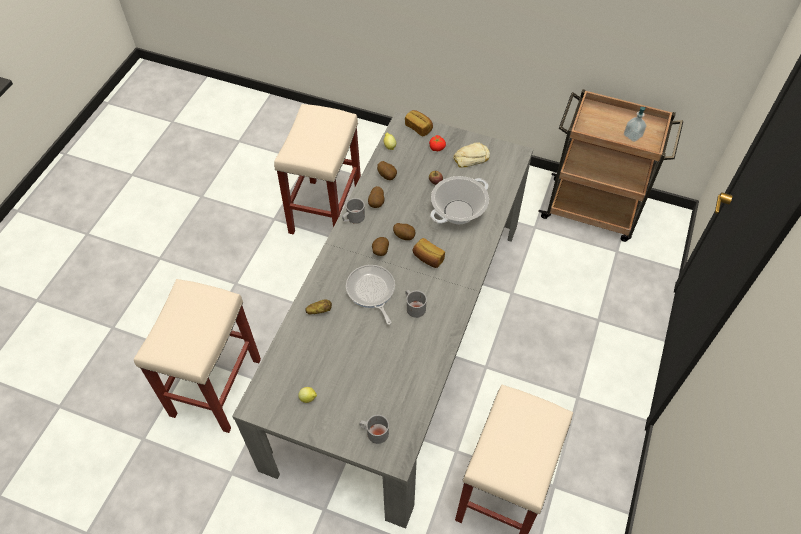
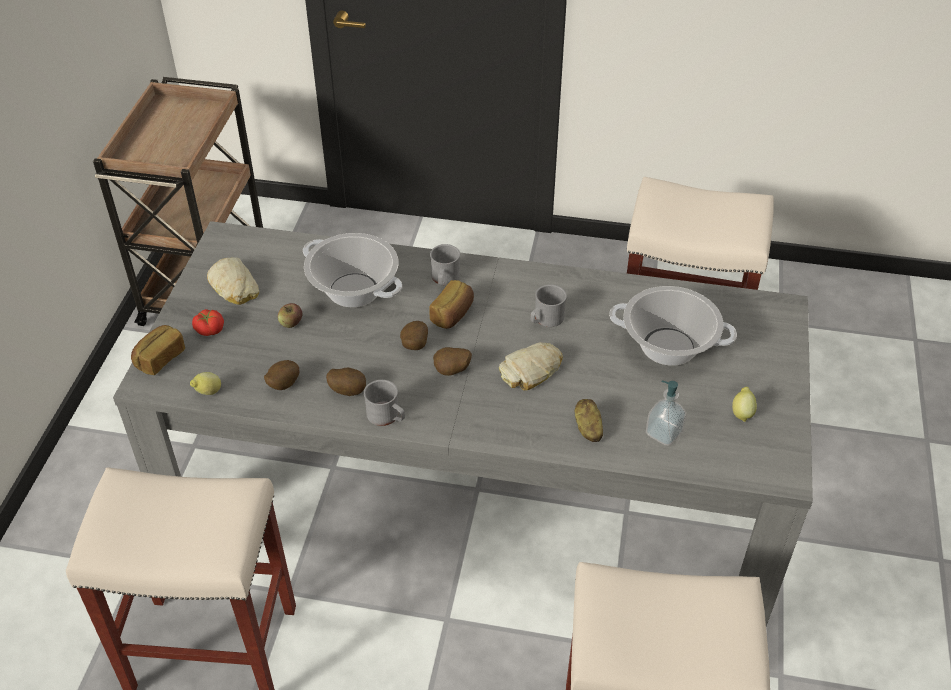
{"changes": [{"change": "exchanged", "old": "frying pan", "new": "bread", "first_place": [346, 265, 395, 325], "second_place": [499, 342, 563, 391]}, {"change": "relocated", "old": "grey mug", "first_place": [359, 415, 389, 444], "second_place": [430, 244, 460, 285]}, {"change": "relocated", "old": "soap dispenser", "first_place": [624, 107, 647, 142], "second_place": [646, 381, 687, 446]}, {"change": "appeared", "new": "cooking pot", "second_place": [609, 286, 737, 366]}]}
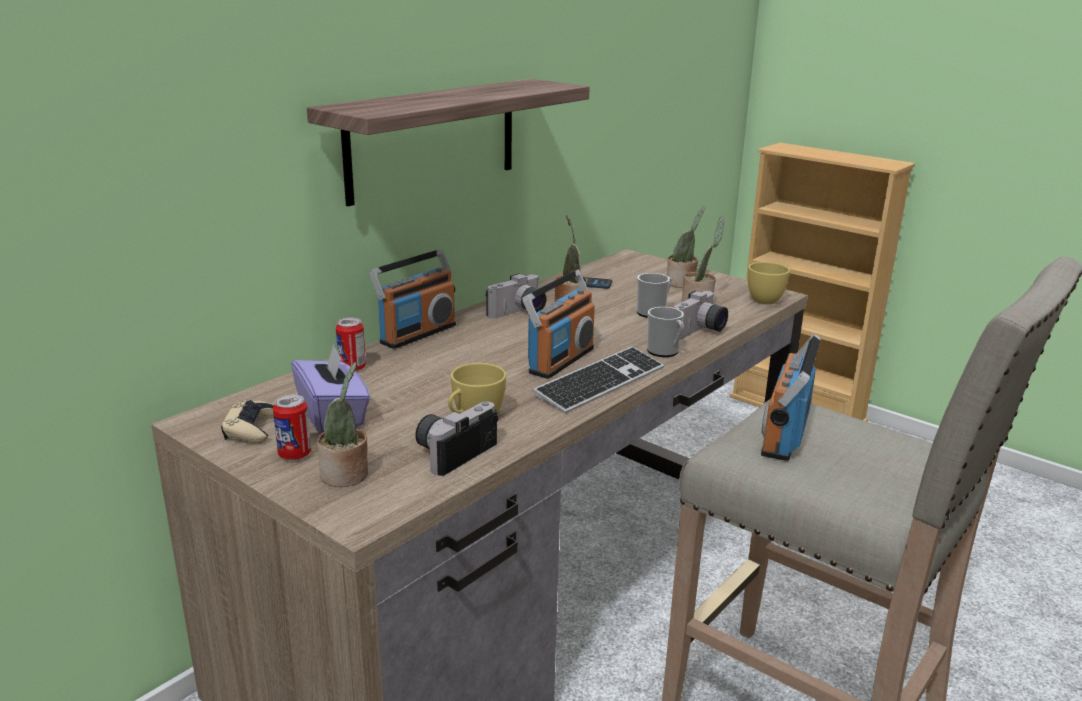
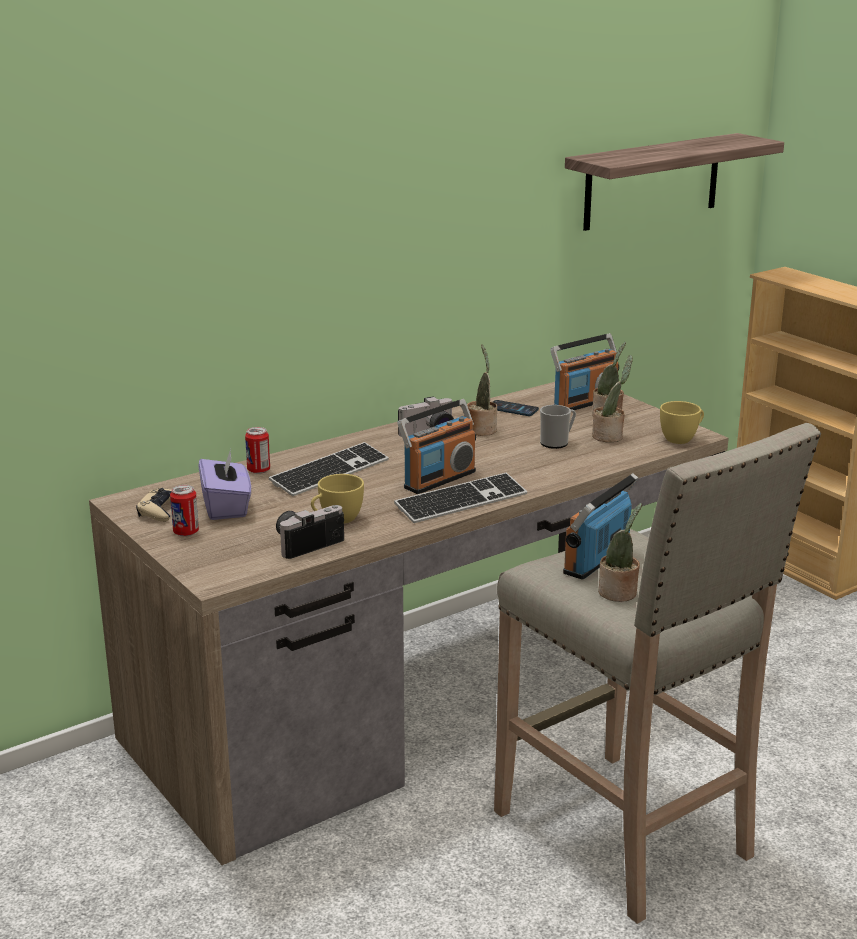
{"changes": [{"change": "relocated", "old": "shelf", "first_place": [307, 79, 590, 206], "second_place": [565, 133, 784, 231]}, {"change": "relocated", "old": "potted plant", "first_place": [317, 362, 368, 487], "second_place": [598, 503, 642, 602]}, {"change": "relocated", "old": "radio", "first_place": [369, 249, 456, 349], "second_place": [550, 333, 619, 410]}, {"change": "missing", "old": "mug", "first_place": [647, 307, 684, 357]}, {"change": "missing", "old": "photo camera", "first_place": [674, 291, 728, 339]}, {"change": "appeared", "new": "keyboard", "second_place": [269, 442, 389, 496]}]}
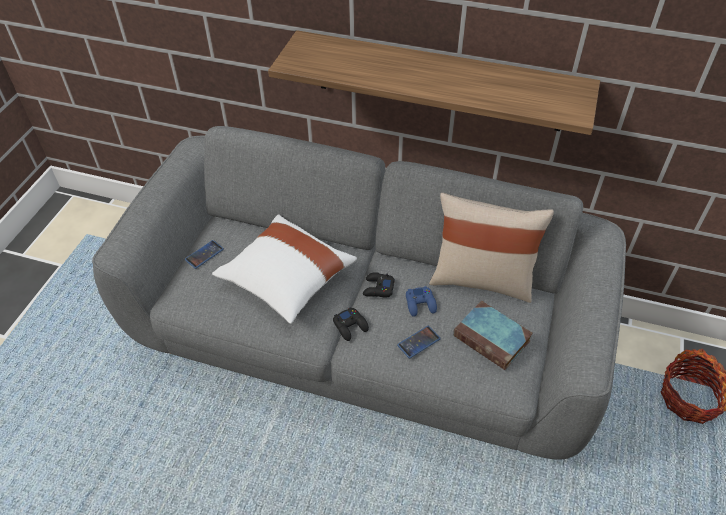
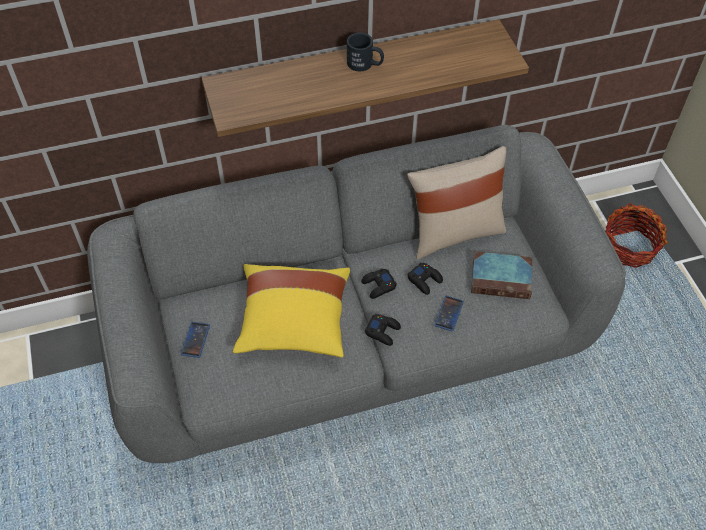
{"changes": [{"change": "colour", "old": "white pillow", "new": "yellow pillow", "first_place": [212, 214, 357, 324], "second_place": [233, 264, 350, 358]}, {"change": "colour", "old": "blue game controller", "new": "black game controller", "first_place": [406, 286, 437, 317], "second_place": [408, 263, 443, 295]}, {"change": "appeared", "new": "black mug", "second_place": [347, 33, 384, 71]}]}
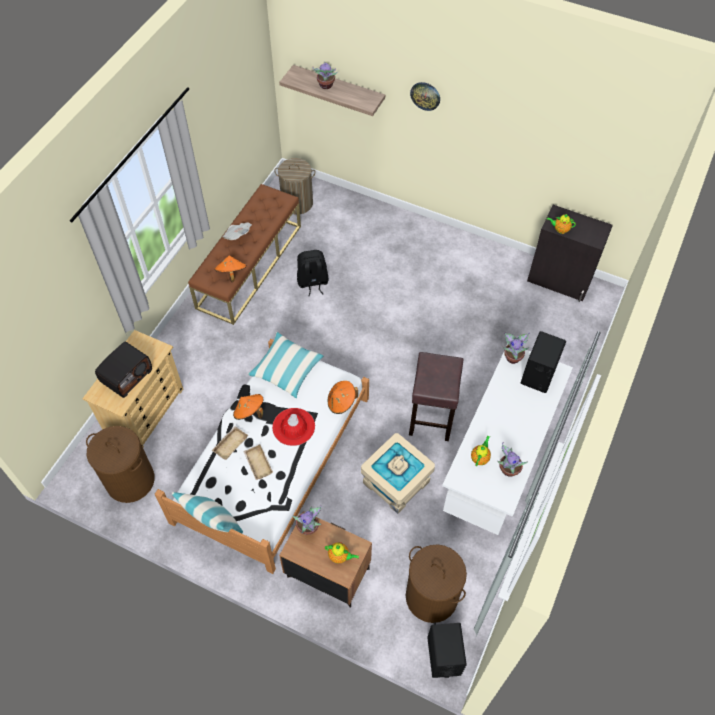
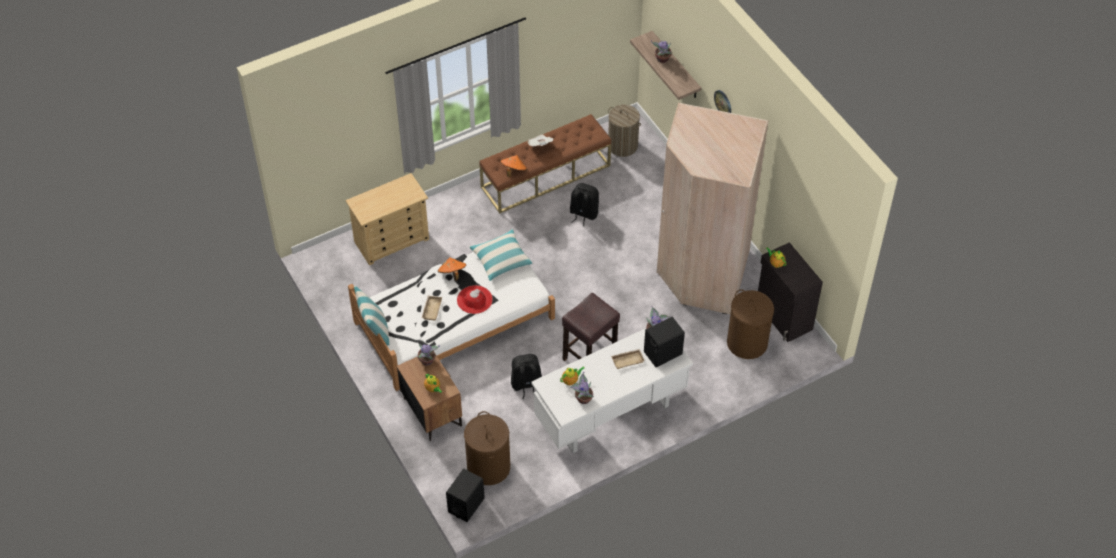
{"changes": [{"change": "relocated", "old": "brown laundry basket", "first_place": [86, 426, 155, 503], "second_place": [727, 289, 774, 359]}, {"change": "missing", "old": "radio", "first_place": [95, 341, 152, 398]}, {"change": "relocated", "old": "beige tray", "first_place": [212, 426, 248, 460], "second_place": [611, 349, 645, 369]}, {"change": "missing", "old": "orange hat", "first_place": [328, 381, 358, 414]}, {"change": "exchanged", "old": "beige storage box", "new": "black backpack", "first_place": [361, 433, 435, 514], "second_place": [511, 354, 542, 399]}, {"change": "appeared", "new": "beige wardrobe", "second_place": [657, 103, 768, 314]}]}
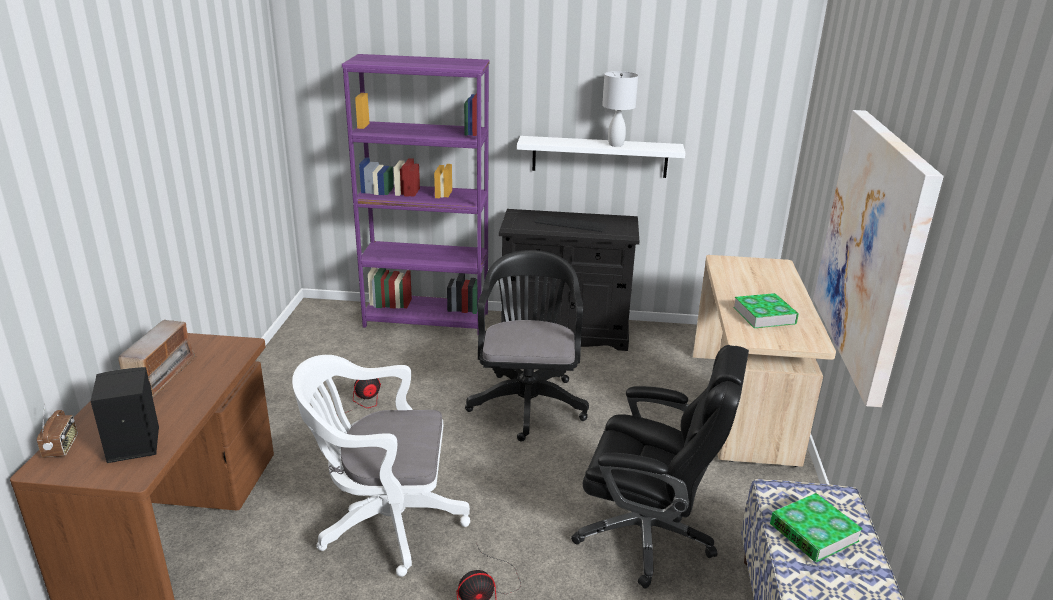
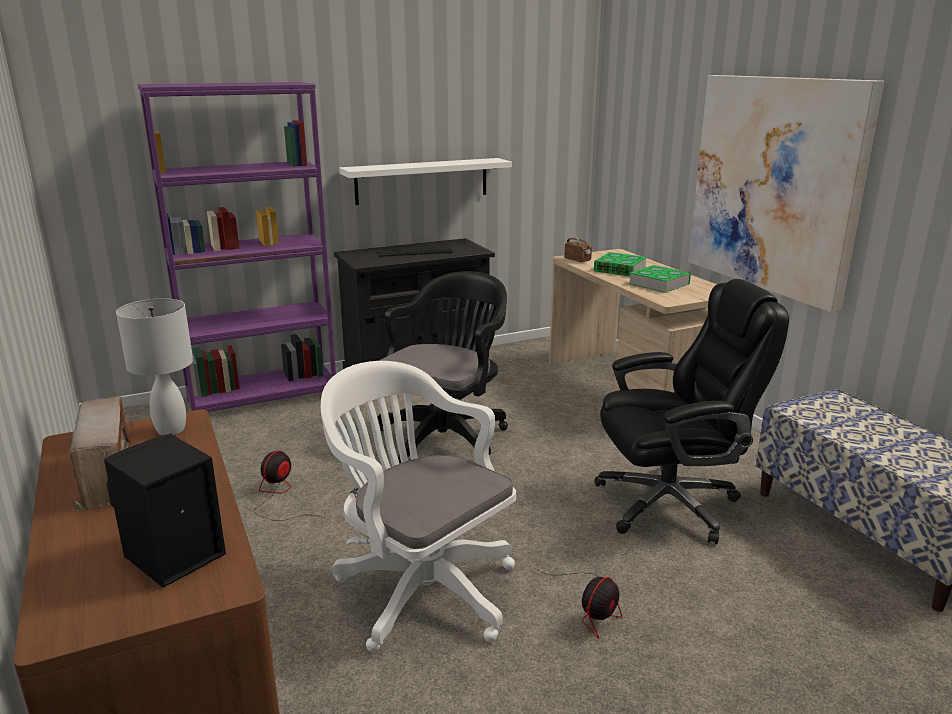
{"changes": [{"change": "relocated", "old": "radio", "first_place": [37, 403, 78, 458], "second_place": [564, 231, 592, 263]}, {"change": "spun", "old": "white office chair", "first_place": [292, 355, 470, 577], "second_place": [321, 361, 516, 652], "degrees": 75}, {"change": "spun", "old": "black office chair", "first_place": [465, 250, 589, 442], "second_place": [377, 271, 508, 464], "degrees": 60}, {"change": "relocated", "old": "white table lamp", "first_place": [602, 71, 638, 147], "second_place": [116, 299, 193, 435]}, {"change": "relocated", "old": "book", "first_place": [770, 493, 863, 563], "second_place": [594, 252, 647, 276]}]}
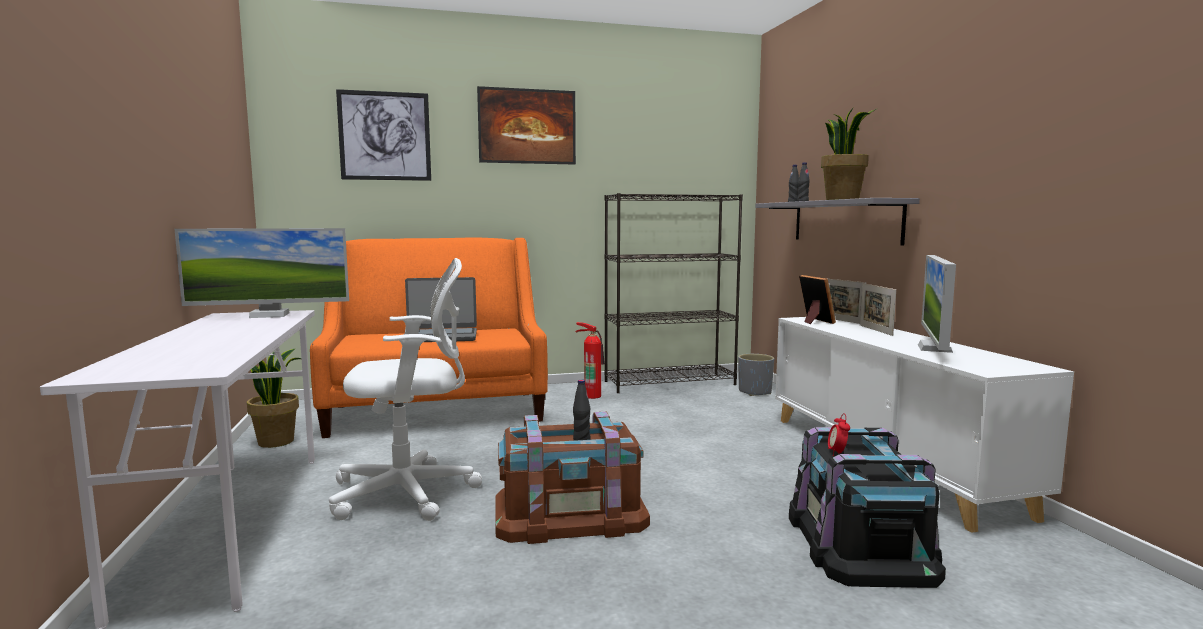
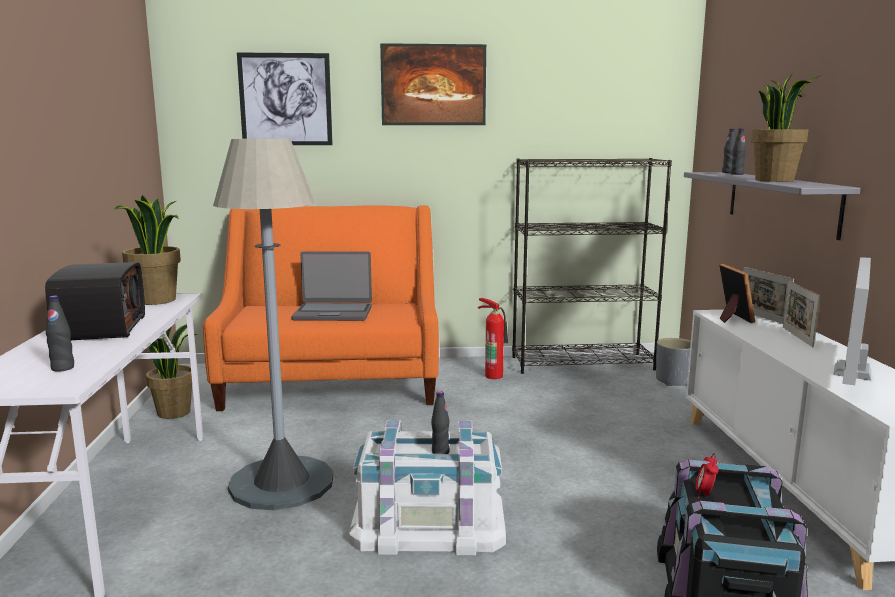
{"changes": [{"change": "exchanged", "old": "monitor", "new": "potted plant", "first_place": [175, 228, 349, 318], "second_place": [114, 195, 181, 305]}, {"change": "exchanged", "old": "white office chair", "new": "grey floor lamp", "first_place": [329, 258, 482, 521], "second_place": [213, 139, 333, 510]}, {"change": "colour", "old": "brown storage box", "new": "white storage box", "first_place": [495, 412, 650, 544], "second_place": [349, 420, 506, 555]}, {"change": "appeared", "new": "radio", "second_place": [45, 262, 145, 340]}, {"change": "appeared", "new": "black bottle", "second_place": [46, 296, 74, 372]}]}
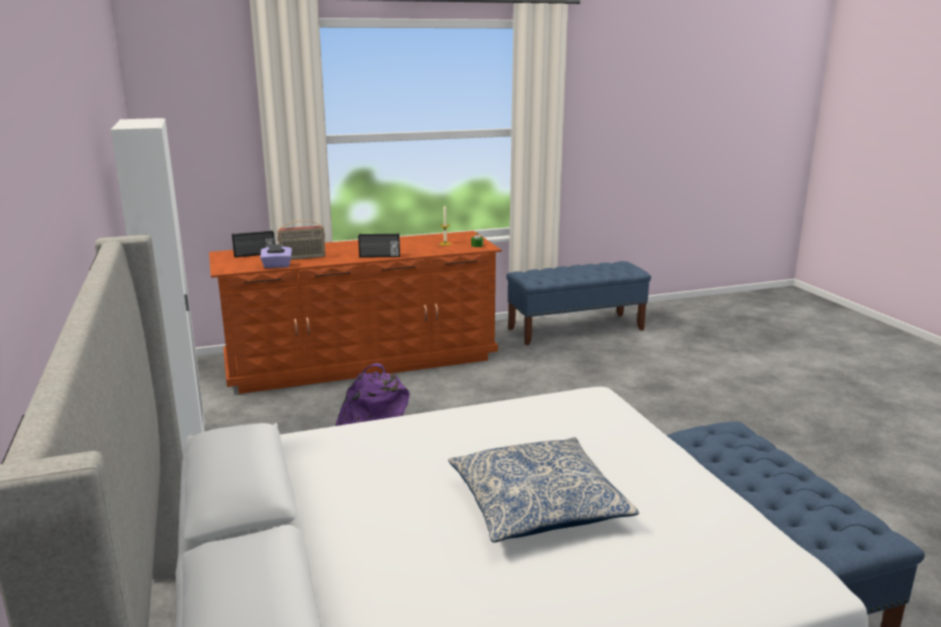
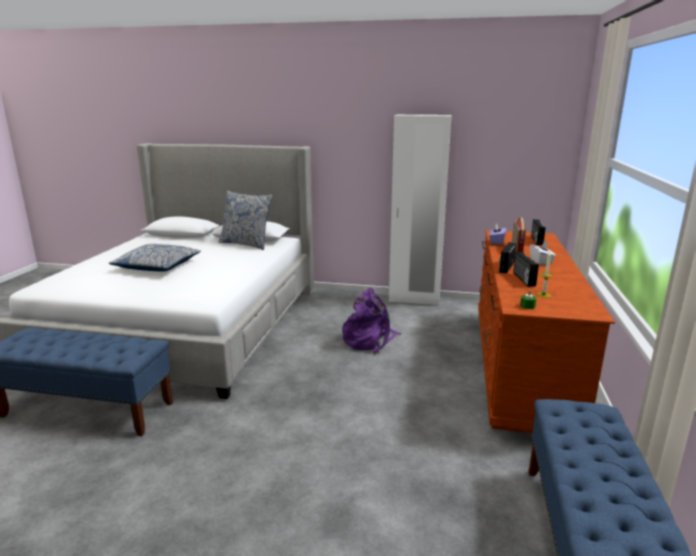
{"changes": [{"change": "appeared", "new": "pillow", "second_place": [218, 191, 273, 250]}, {"change": "appeared", "new": "radio", "second_place": [513, 252, 539, 287]}, {"change": "appeared", "new": "white tissue box", "second_place": [530, 241, 556, 265]}]}
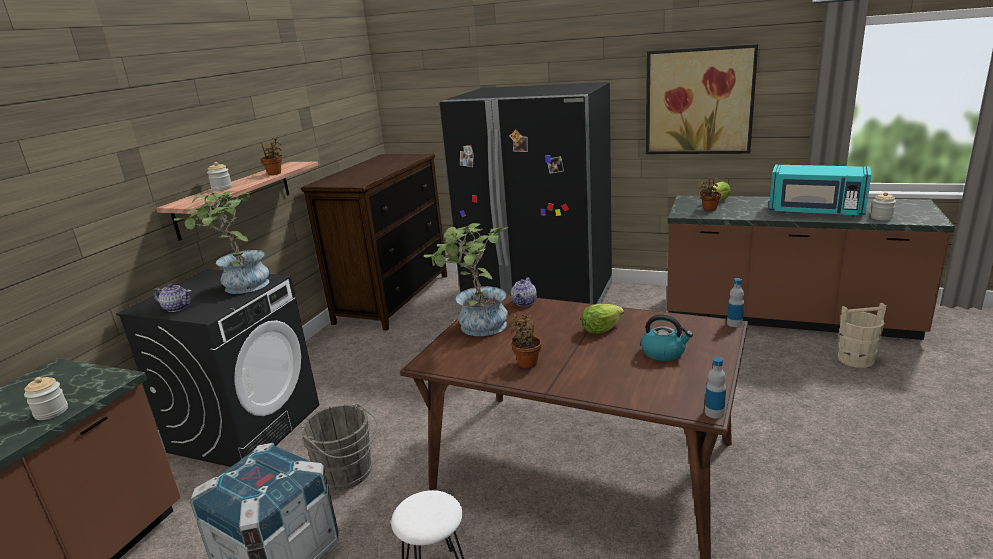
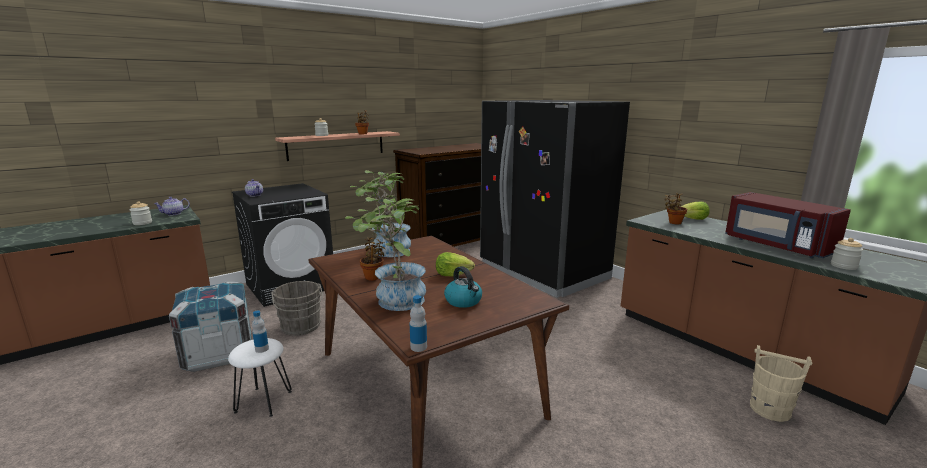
{"changes": [{"change": "relocated", "old": "potted plant", "first_place": [174, 191, 269, 294], "second_place": [345, 197, 426, 311]}, {"change": "relocated", "old": "teapot", "first_place": [511, 277, 537, 306], "second_place": [154, 197, 190, 216]}, {"change": "missing", "old": "picture", "first_place": [646, 44, 758, 154]}, {"change": "relocated", "old": "bottle", "first_place": [727, 278, 744, 327], "second_place": [252, 310, 269, 353]}, {"change": "colour", "old": "turquoise microwave", "new": "red microwave", "first_place": [769, 165, 871, 217], "second_place": [725, 192, 851, 258]}]}
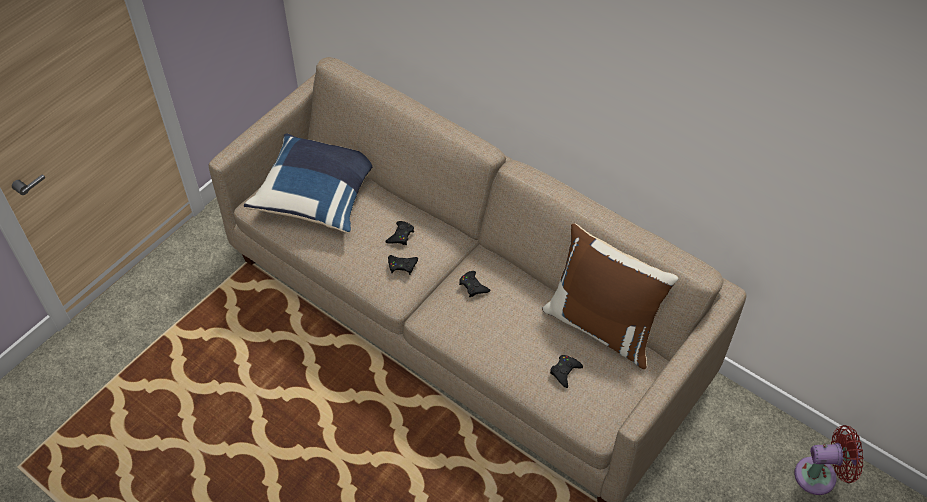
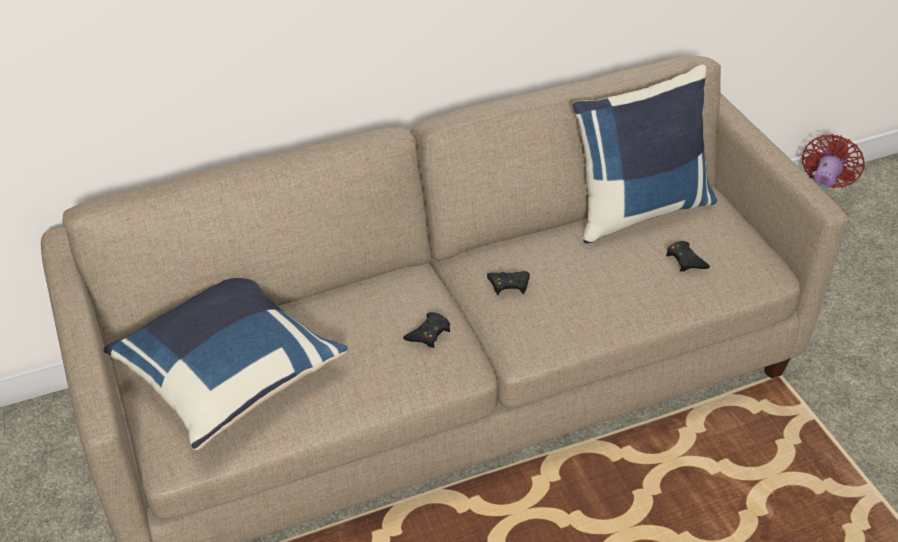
{"changes": [{"change": "missing", "old": "black game controller", "first_place": [385, 221, 414, 245]}, {"change": "colour", "old": "brown pillow", "new": "blue pillow", "first_place": [542, 223, 679, 369], "second_place": [572, 65, 717, 243]}]}
